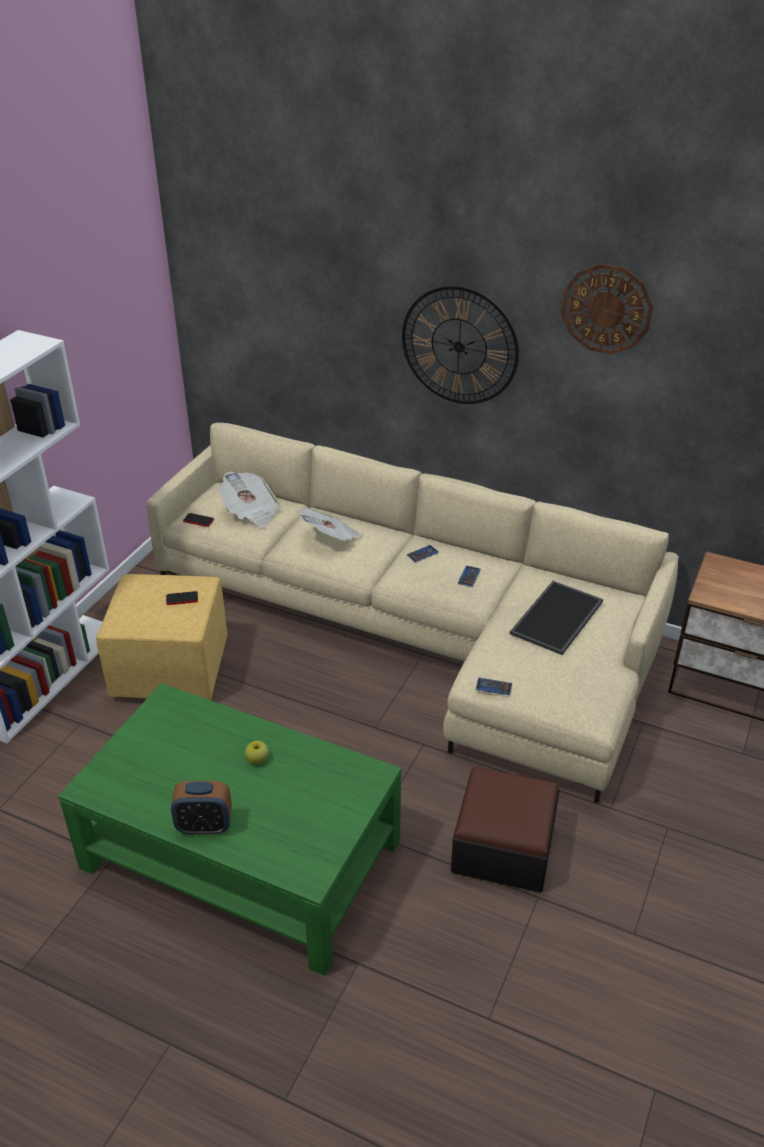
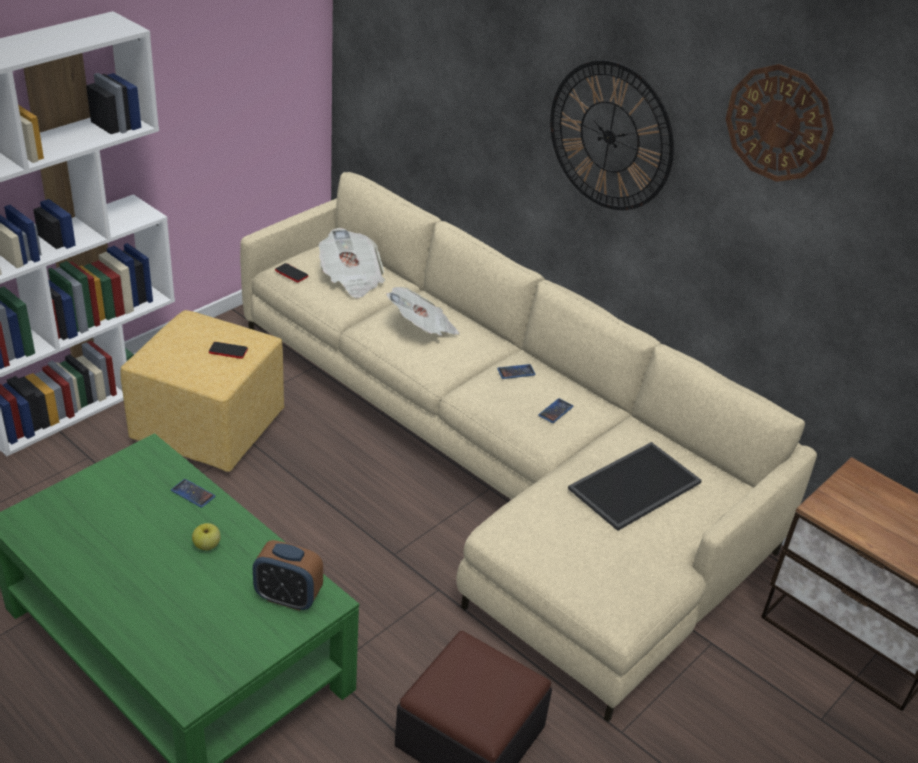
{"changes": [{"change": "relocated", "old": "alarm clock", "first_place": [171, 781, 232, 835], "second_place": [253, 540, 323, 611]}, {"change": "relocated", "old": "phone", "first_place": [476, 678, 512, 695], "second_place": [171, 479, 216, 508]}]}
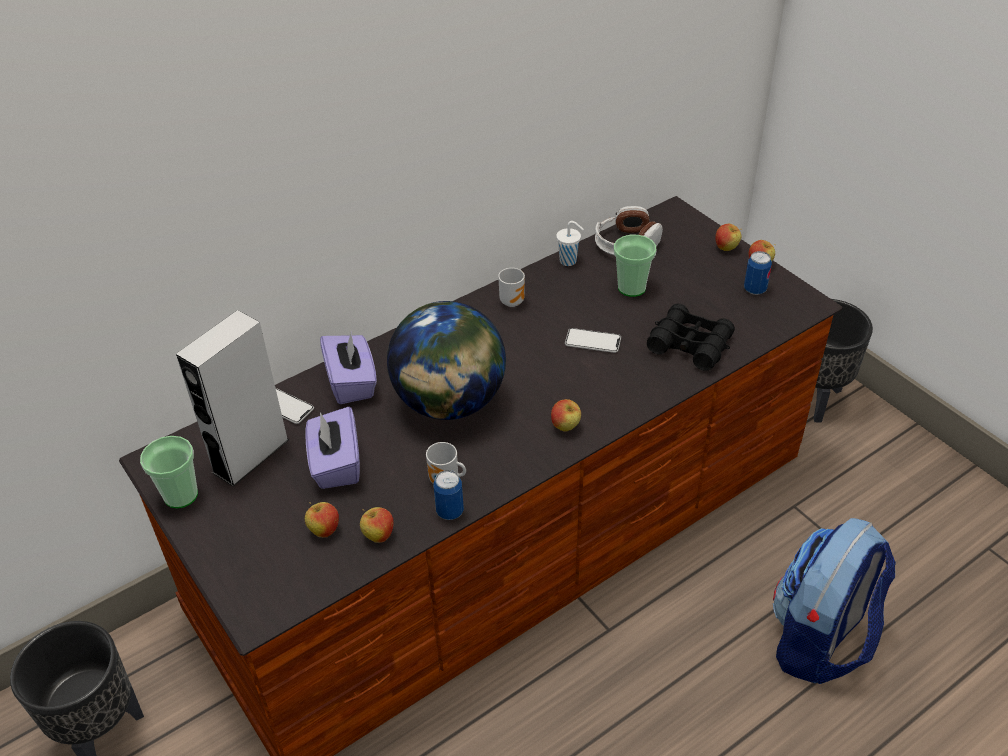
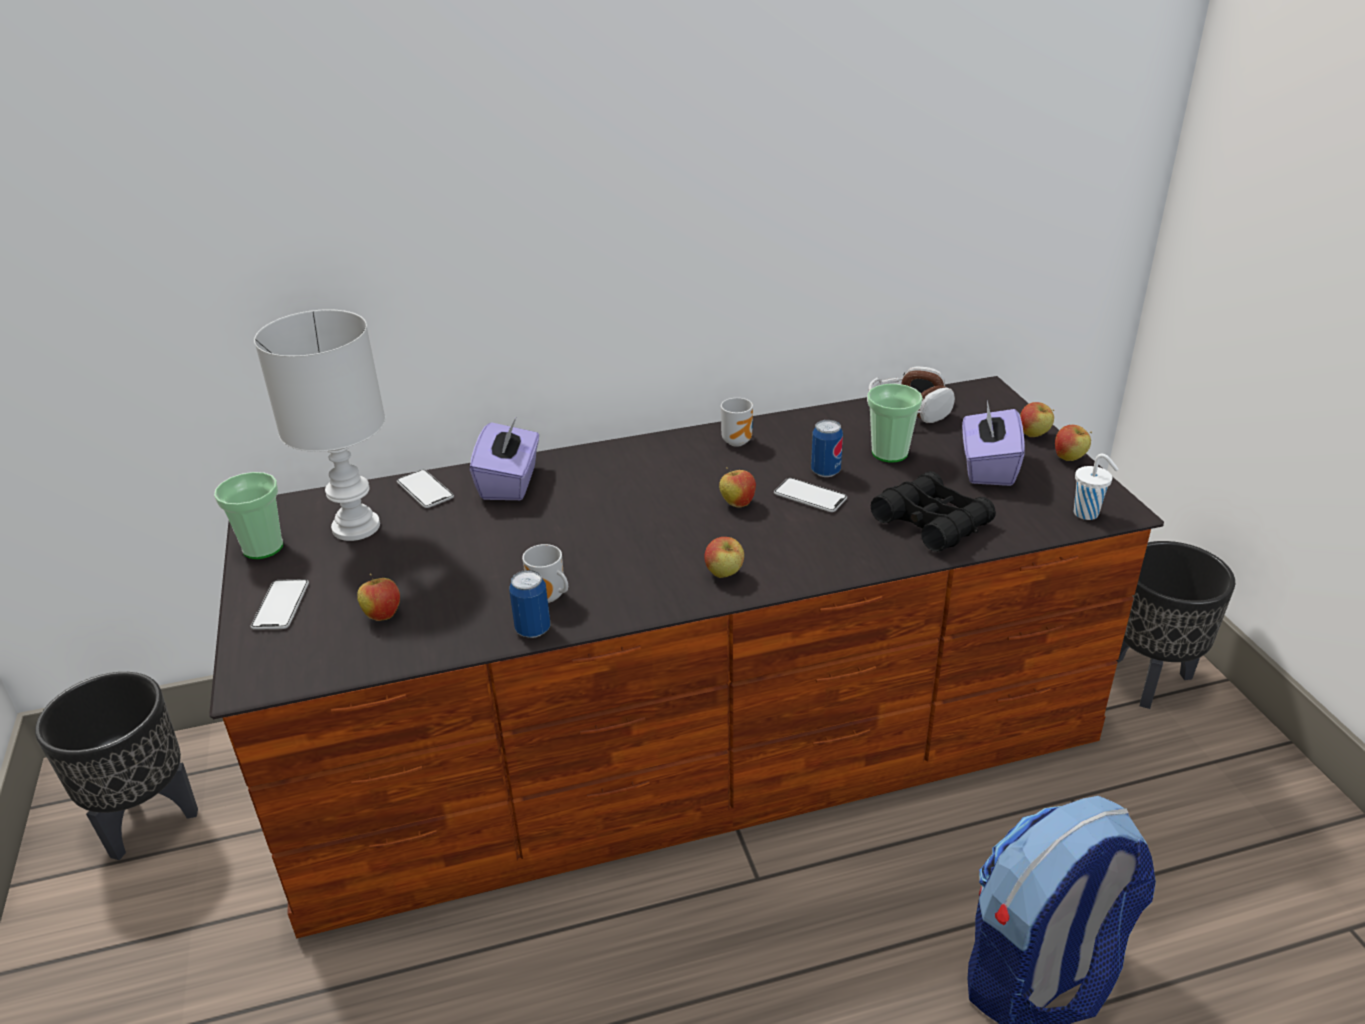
{"changes": [{"change": "exchanged", "old": "grey speaker", "new": "white table lamp", "first_place": [176, 310, 289, 487], "second_place": [254, 309, 385, 541]}, {"change": "relocated", "old": "purple tissue box", "first_place": [305, 407, 360, 489], "second_place": [962, 401, 1025, 486]}, {"change": "relocated", "old": "apple", "first_place": [360, 507, 394, 543], "second_place": [719, 467, 756, 508]}, {"change": "missing", "old": "globe", "first_place": [387, 301, 506, 420]}, {"change": "relocated", "old": "white cup", "first_place": [556, 221, 584, 266], "second_place": [1074, 454, 1119, 520]}, {"change": "relocated", "old": "can", "first_place": [744, 251, 772, 295], "second_place": [811, 420, 843, 477]}, {"change": "appeared", "new": "phone", "second_place": [251, 579, 309, 630]}]}
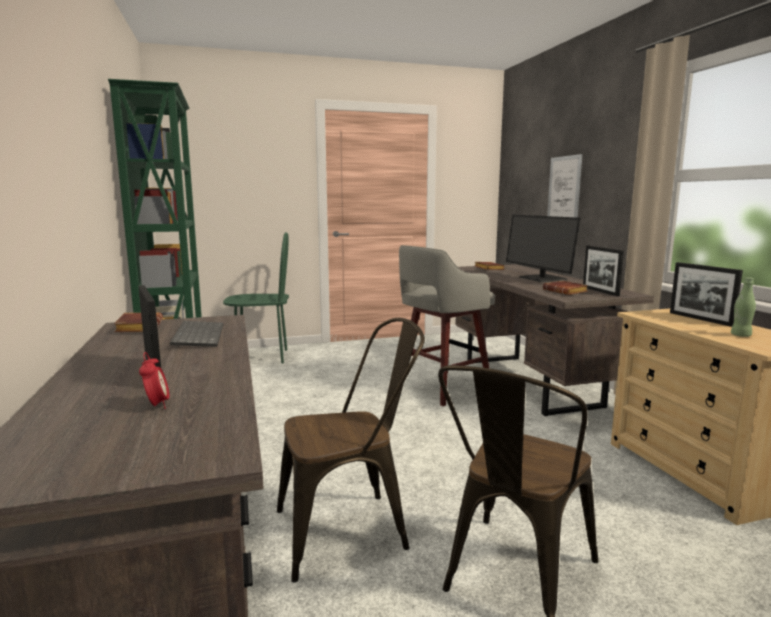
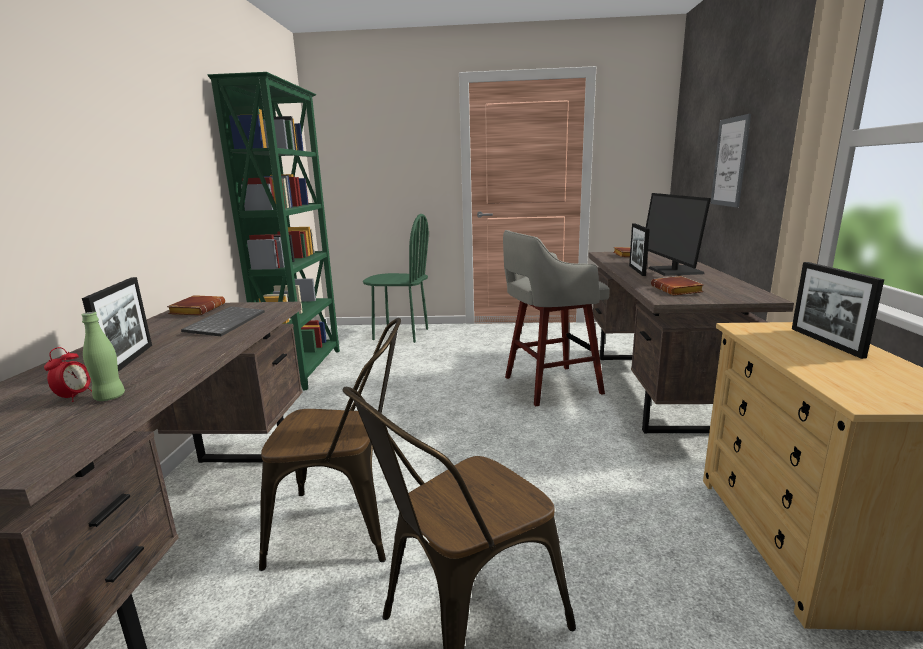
{"changes": [{"change": "relocated", "old": "picture frame", "first_place": [583, 246, 624, 296], "second_place": [629, 223, 650, 276]}, {"change": "relocated", "old": "green bottle", "first_place": [731, 277, 756, 337], "second_place": [81, 312, 125, 401]}]}
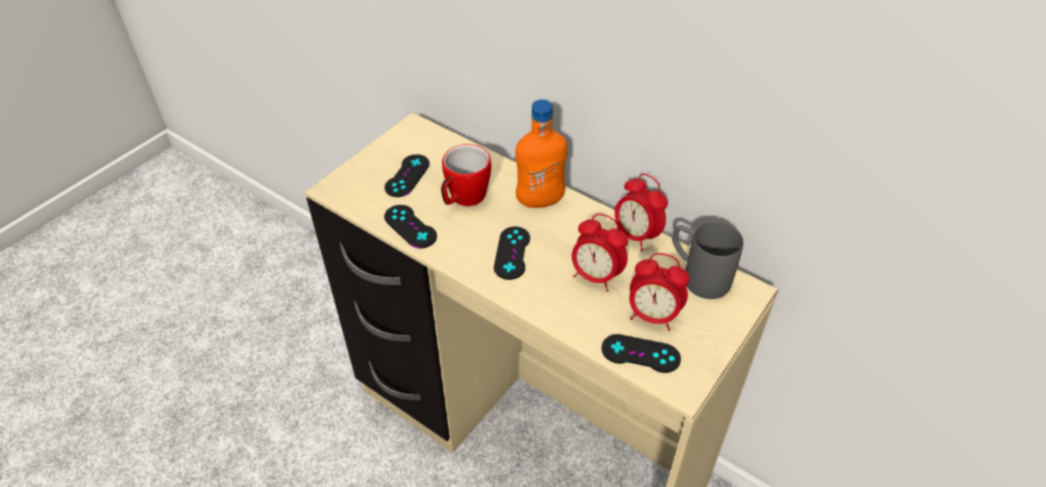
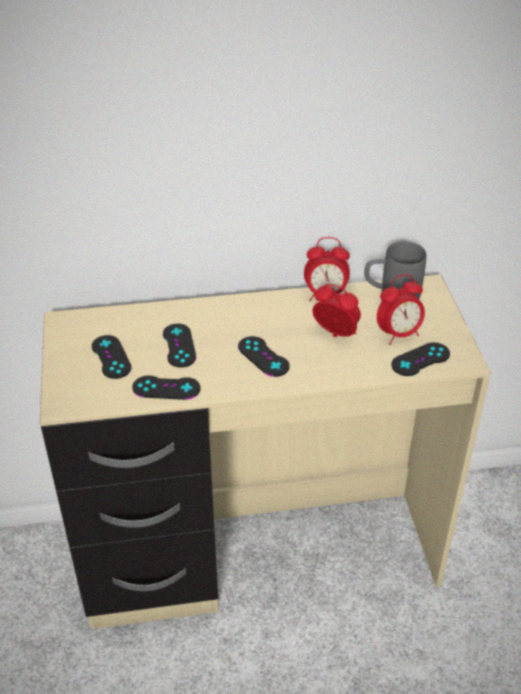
{"changes": [{"change": "exchanged", "old": "mug", "new": "black game controller", "first_place": [441, 144, 491, 206], "second_place": [163, 324, 196, 368]}, {"change": "missing", "old": "orange bottle", "first_place": [516, 99, 567, 208]}, {"change": "spun", "old": "alarm clock", "first_place": [572, 214, 628, 292], "second_place": [312, 284, 361, 337], "degrees": -135}]}
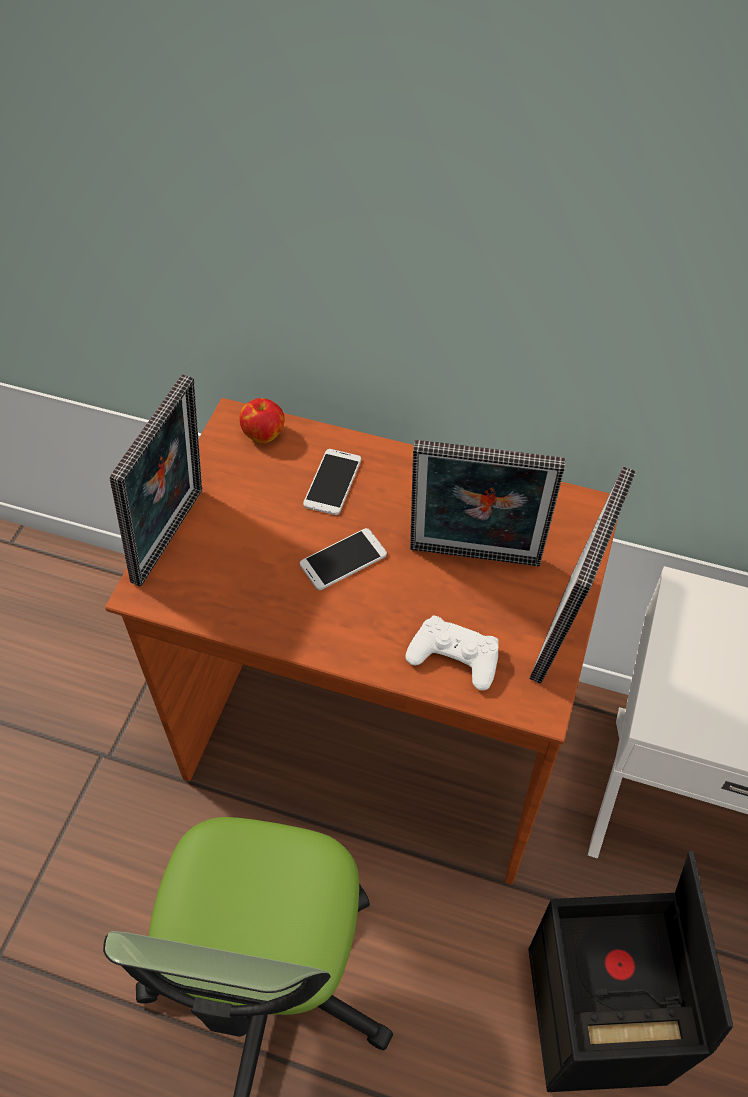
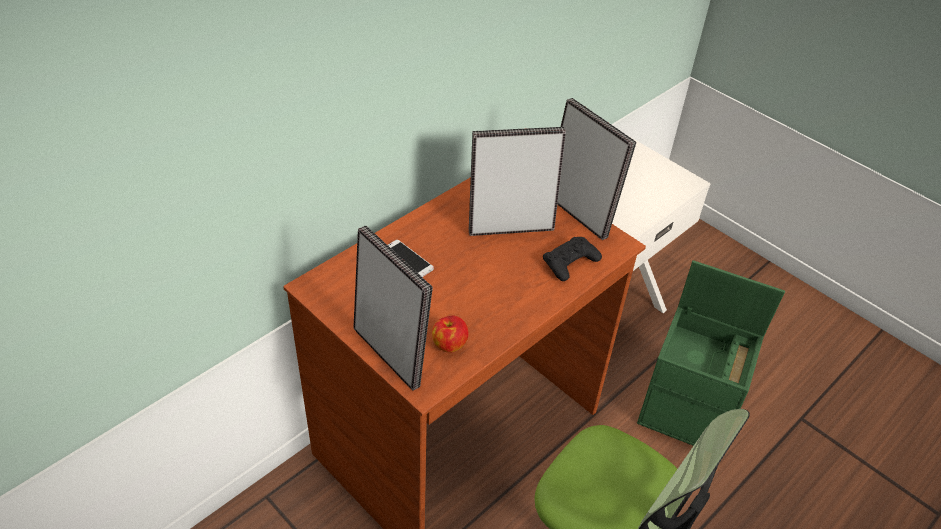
{"changes": [{"change": "relocated", "old": "apple", "first_place": [239, 398, 285, 443], "second_place": [432, 316, 469, 353]}, {"change": "missing", "old": "phone", "first_place": [300, 528, 387, 590]}, {"change": "colour", "old": "white game controller", "new": "black game controller", "first_place": [405, 616, 498, 690], "second_place": [543, 237, 602, 281]}, {"change": "spun", "old": "picture frame", "first_place": [410, 440, 565, 566], "second_place": [469, 127, 566, 236], "degrees": -135}, {"change": "colour", "old": "black storage box", "new": "green storage box", "first_place": [528, 851, 733, 1092], "second_place": [637, 260, 785, 446]}]}
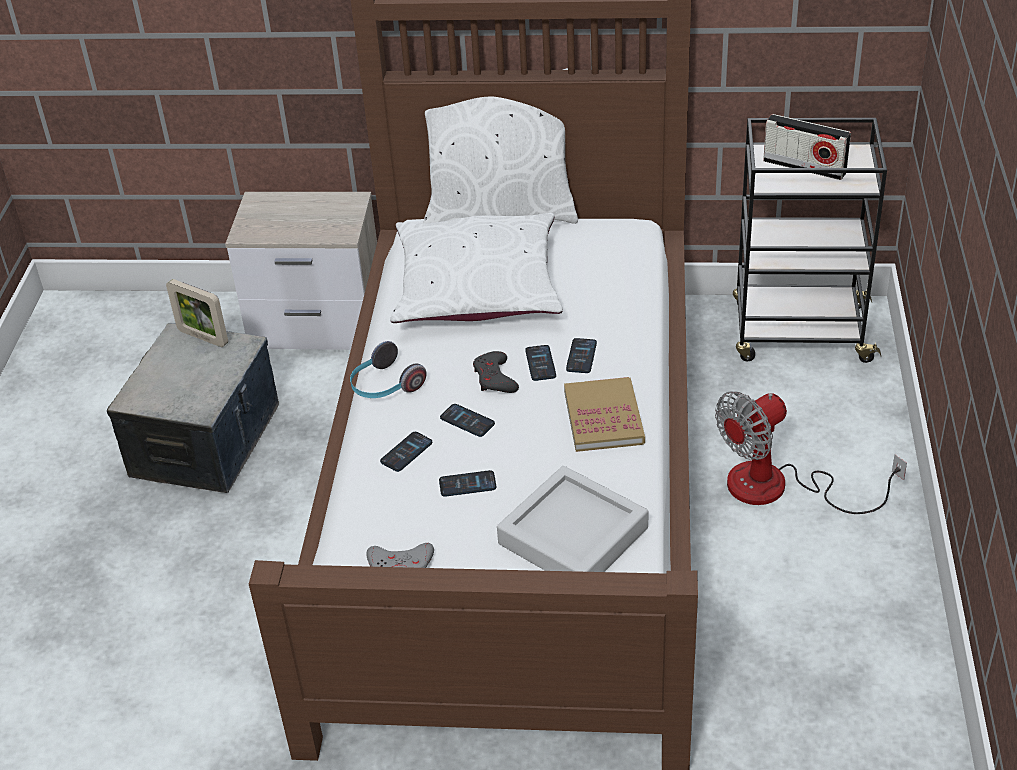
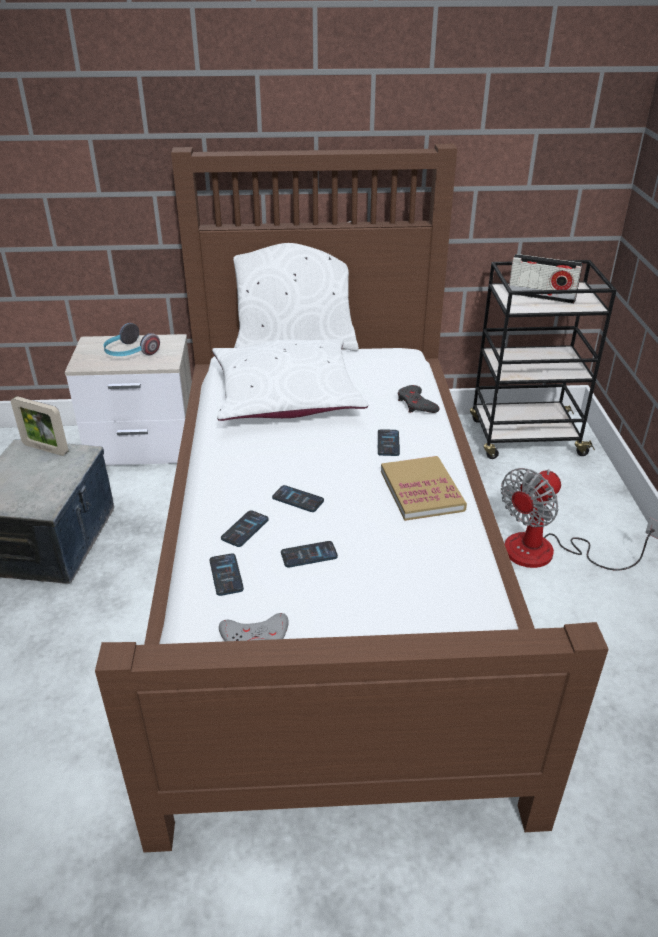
{"changes": [{"change": "relocated", "old": "headphones", "first_place": [350, 341, 427, 398], "second_place": [103, 323, 160, 356]}, {"change": "relocated", "old": "grey game controller", "first_place": [473, 351, 519, 393], "second_place": [398, 385, 439, 413]}, {"change": "missing", "old": "grey tray", "first_place": [497, 466, 649, 572]}, {"change": "relocated", "old": "phone", "first_place": [525, 345, 556, 381], "second_place": [210, 554, 244, 596]}]}
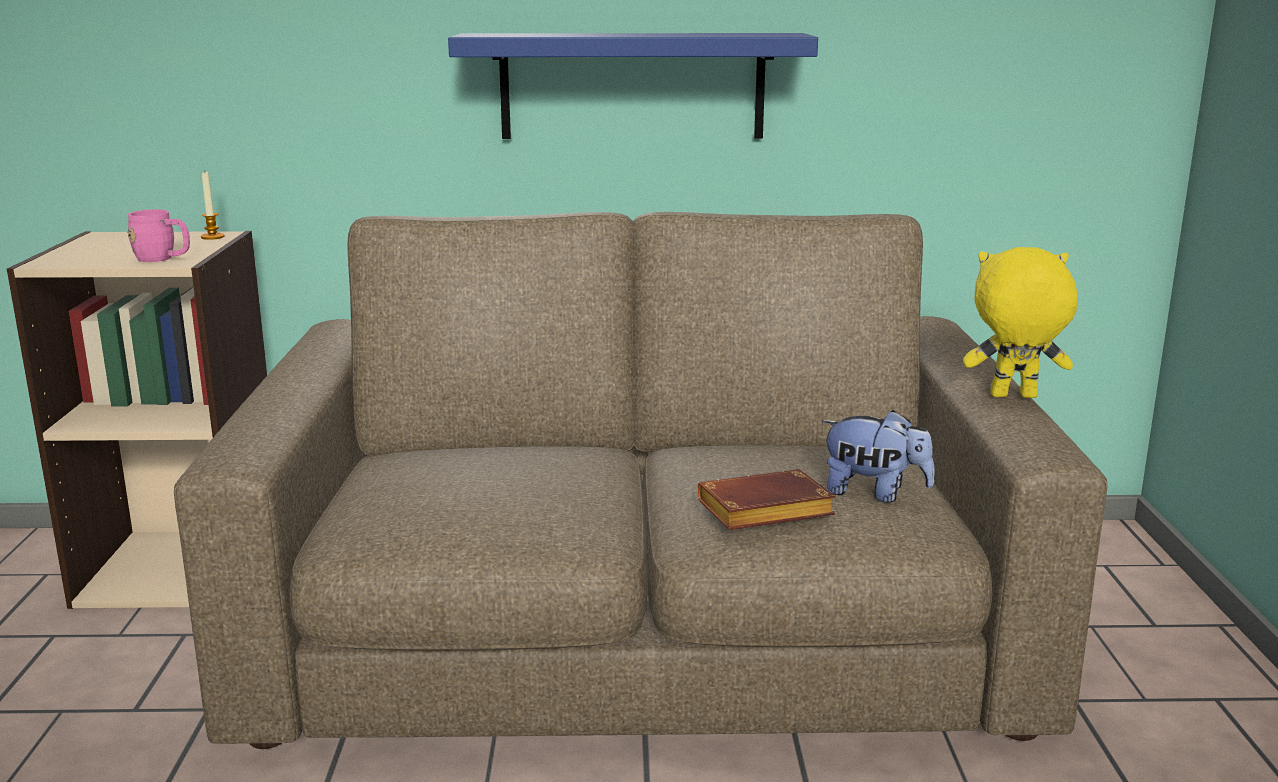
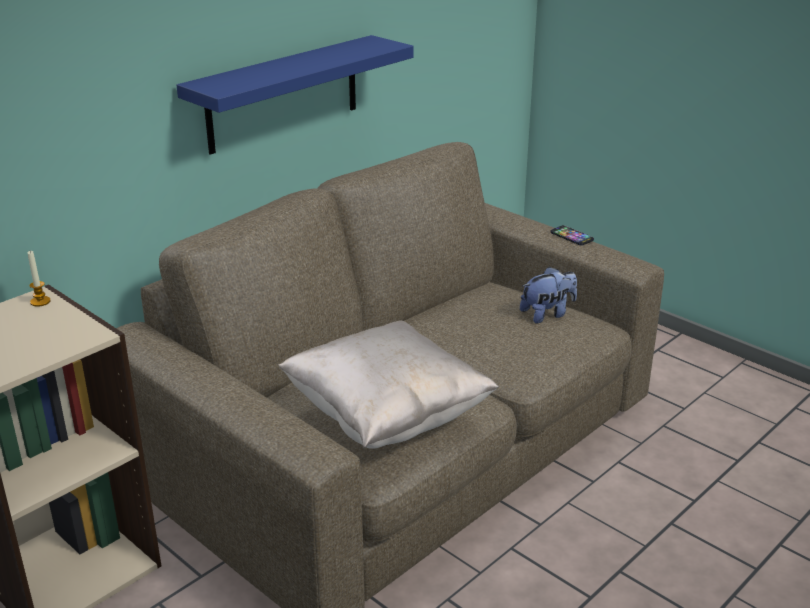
{"changes": [{"change": "missing", "old": "pink mug", "first_place": [127, 209, 190, 262]}, {"change": "missing", "old": "brown book", "first_place": [697, 469, 836, 530]}, {"change": "exchanged", "old": "yellow plush toy", "new": "phone", "first_place": [963, 247, 1078, 398], "second_place": [550, 225, 594, 246]}, {"change": "appeared", "new": "beige pillow", "second_place": [278, 320, 499, 449]}]}
